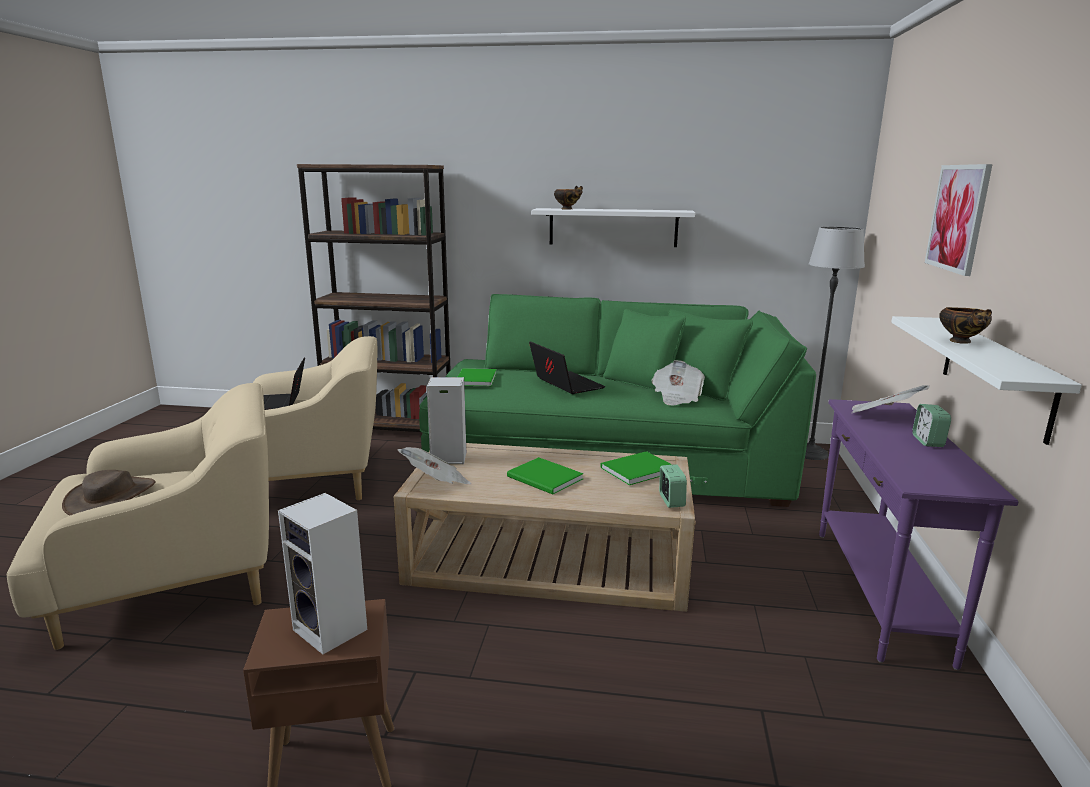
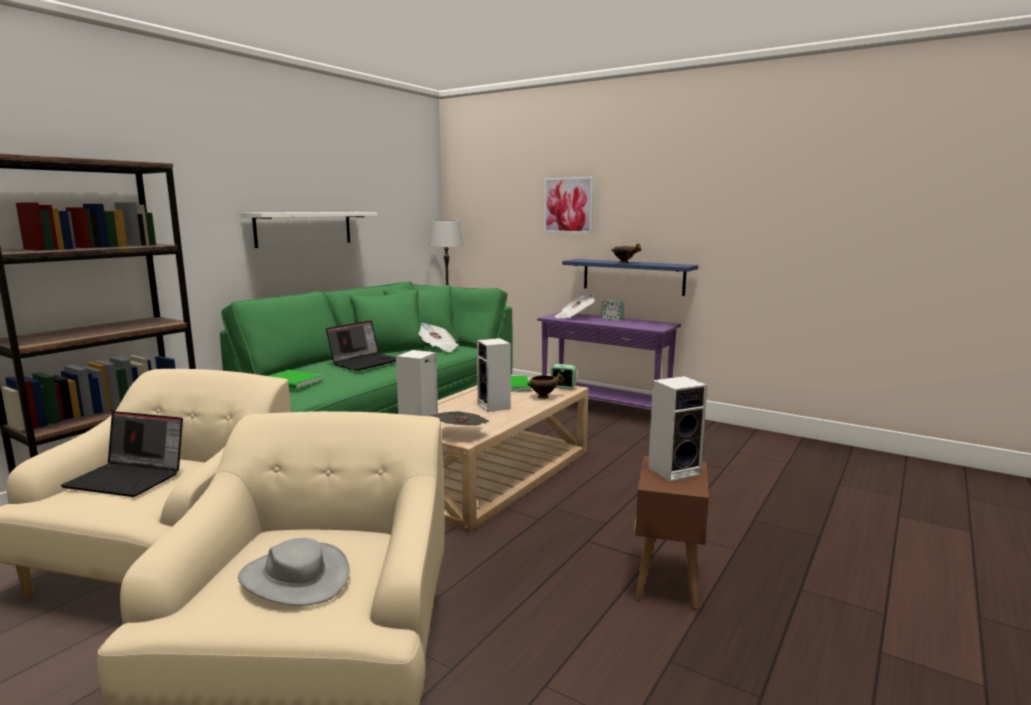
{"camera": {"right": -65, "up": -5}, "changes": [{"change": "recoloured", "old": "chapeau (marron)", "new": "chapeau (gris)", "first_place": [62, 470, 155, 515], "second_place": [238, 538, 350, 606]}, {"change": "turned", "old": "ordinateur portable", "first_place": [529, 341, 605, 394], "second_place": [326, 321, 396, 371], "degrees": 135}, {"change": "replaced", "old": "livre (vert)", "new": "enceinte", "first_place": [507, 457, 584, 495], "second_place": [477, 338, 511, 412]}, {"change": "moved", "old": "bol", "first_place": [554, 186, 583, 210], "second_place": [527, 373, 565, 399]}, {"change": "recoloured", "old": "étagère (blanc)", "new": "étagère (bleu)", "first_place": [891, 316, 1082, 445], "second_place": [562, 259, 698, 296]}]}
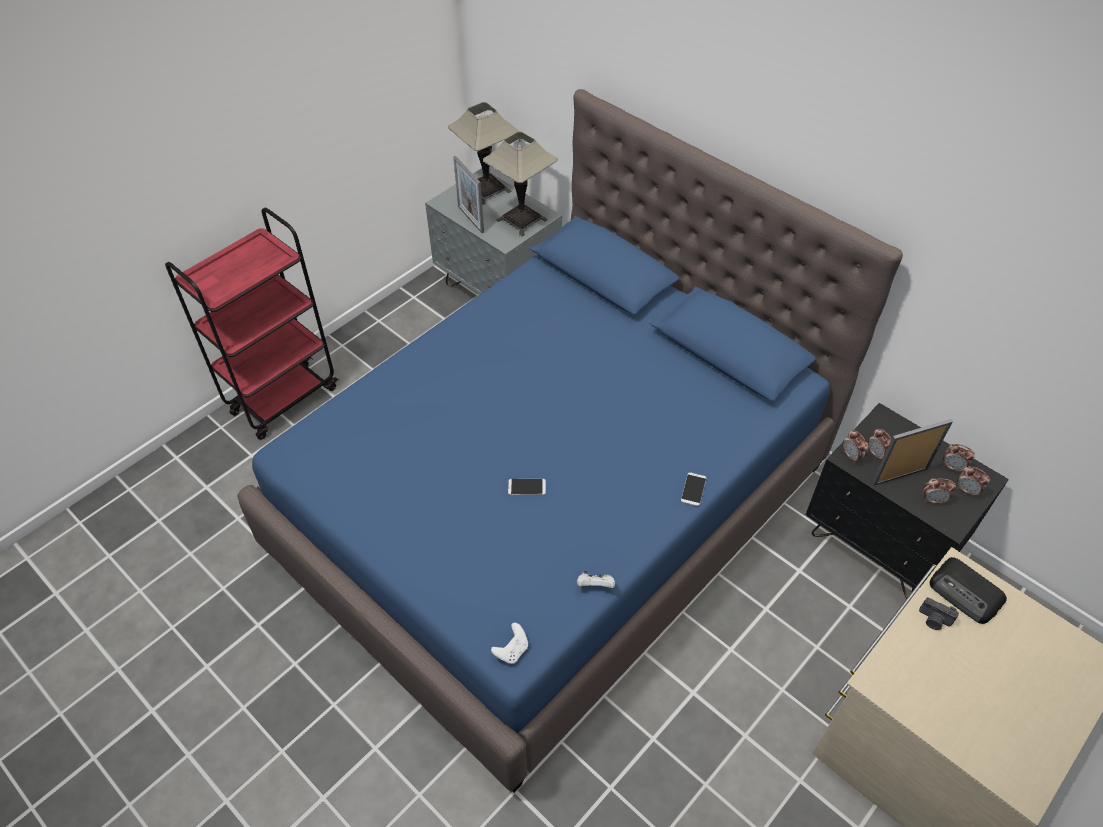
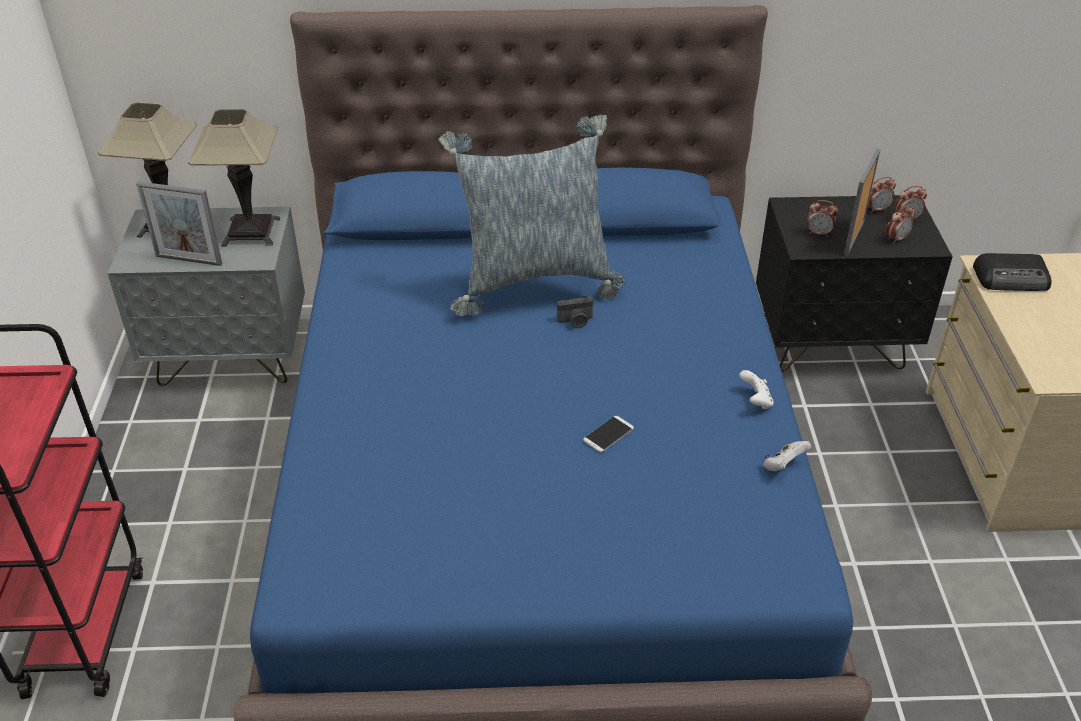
{"camera": {"right": -45, "up": -10}, "changes": [{"change": "added", "new": "coussin", "second_place": [438, 115, 625, 316]}, {"change": "moved", "old": "appareil photo", "first_place": [919, 597, 959, 630], "second_place": [557, 295, 593, 328]}, {"change": "moved", "old": "manette (blanc)", "first_place": [491, 623, 528, 664], "second_place": [740, 370, 774, 410]}, {"change": "removed", "old": "téléphone", "first_place": [681, 472, 706, 506]}, {"change": "removed", "old": "réveil", "first_place": [843, 430, 869, 463]}]}
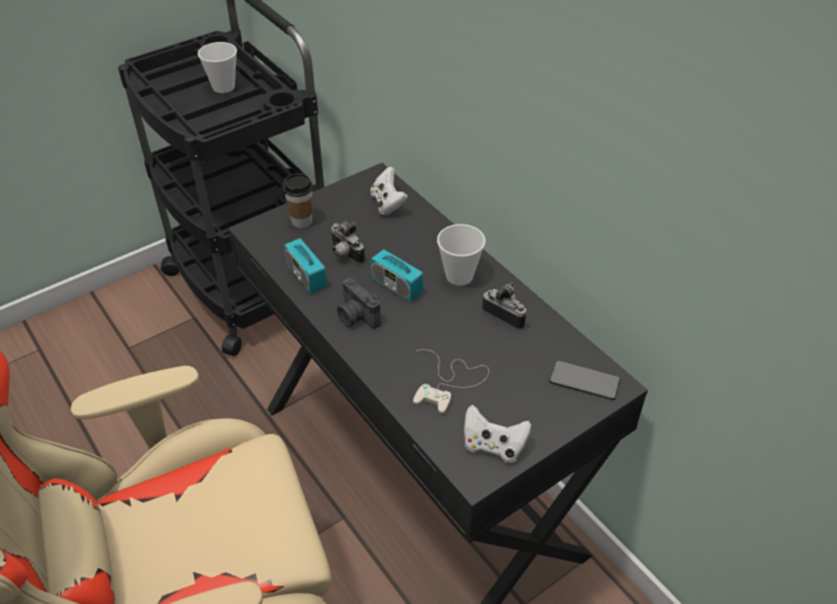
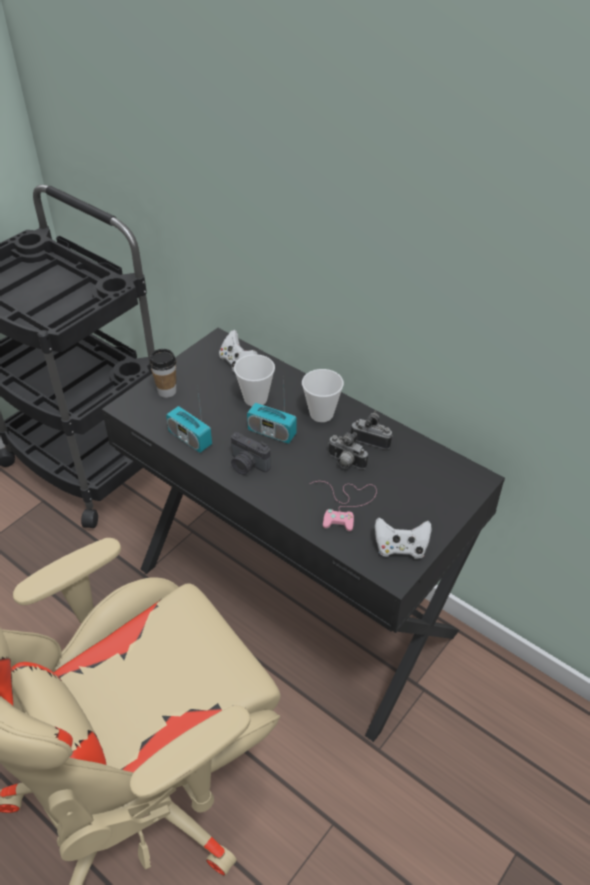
{"camera": {"right": -15, "up": 0}, "changes": [{"change": "moved", "old": "tasse", "first_place": [198, 42, 237, 93], "second_place": [234, 354, 275, 406]}, {"change": "recoloured", "old": "manette (blanc)", "new": "manette (rose)", "first_place": [413, 349, 489, 414], "second_place": [310, 481, 377, 531]}, {"change": "moved", "old": "appareil photo", "first_place": [331, 221, 365, 264], "second_place": [328, 432, 368, 469]}, {"change": "removed", "old": "téléphone", "first_place": [549, 361, 620, 400]}]}
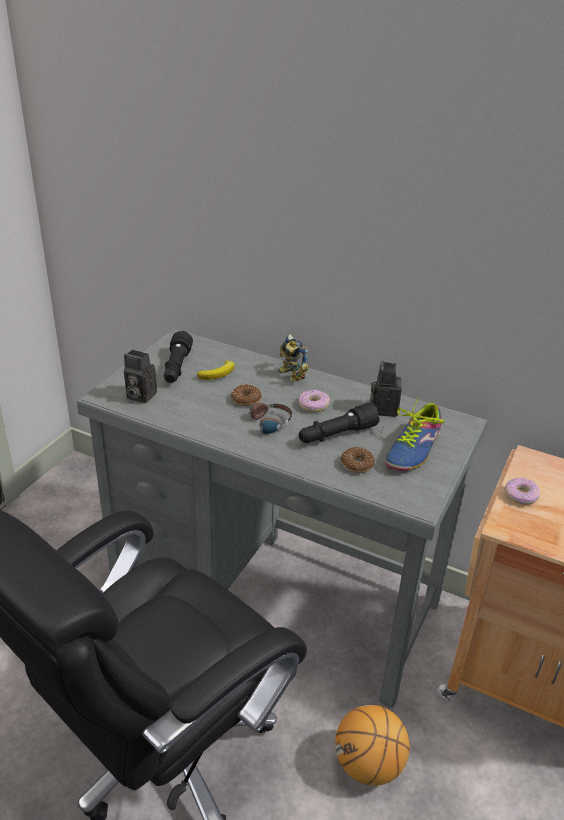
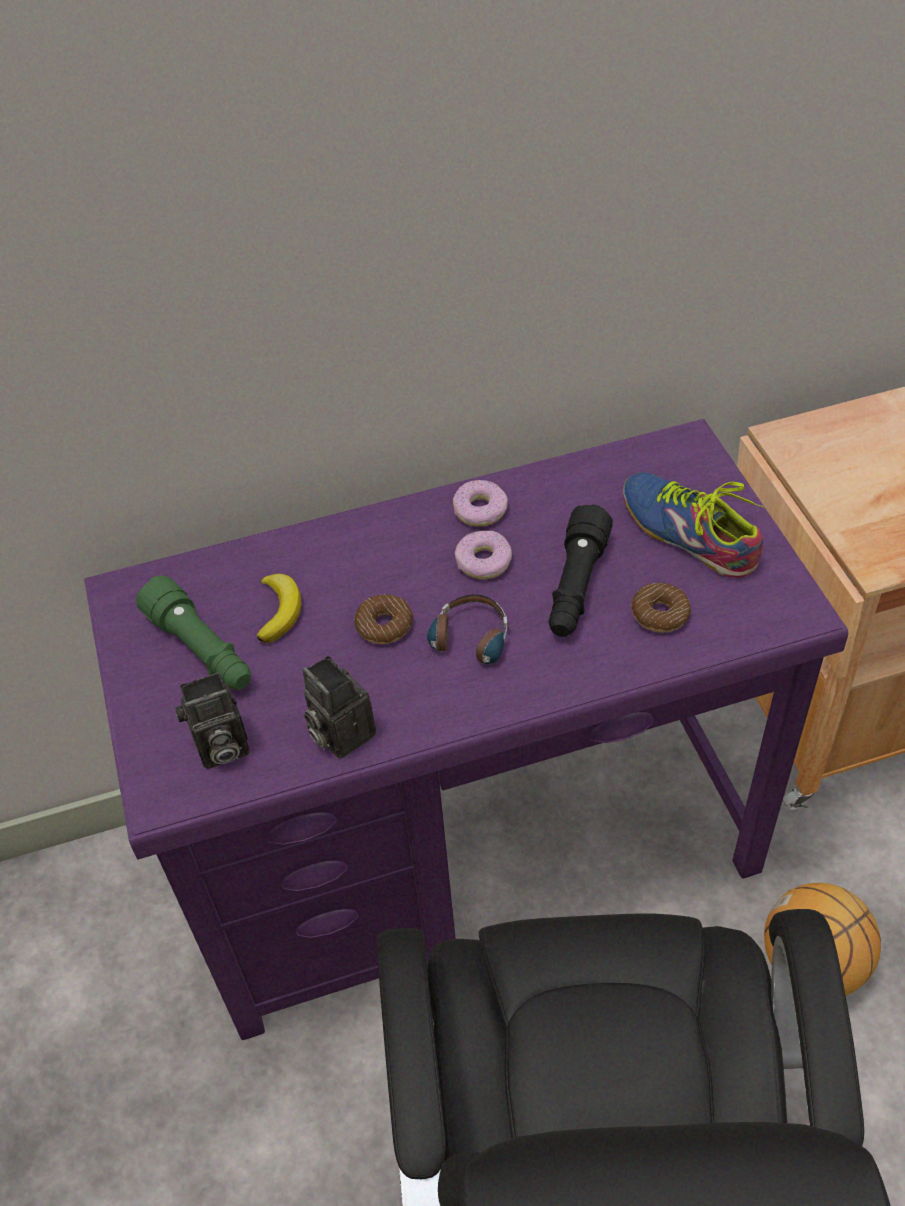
{"camera": {"right": -40, "up": 15}, "changes": [{"change": "recoloured", "old": "bureau (gris)", "new": "bureau (violet)", "first_place": [77, 329, 488, 708], "second_place": [84, 419, 848, 1040]}, {"change": "recoloured", "old": "lampe de poche (noir)", "new": "lampe de poche (vert)", "first_place": [164, 331, 193, 383], "second_place": [136, 575, 251, 689]}, {"change": "moved", "old": "appareil photo", "first_place": [370, 360, 402, 417], "second_place": [303, 656, 376, 759]}, {"change": "moved", "old": "beignet", "first_place": [504, 478, 540, 505], "second_place": [453, 480, 508, 527]}, {"change": "turned", "old": "chaussure", "first_place": [385, 397, 444, 471], "second_place": [623, 472, 766, 578], "degrees": 150}, {"change": "removed", "old": "robot jouet", "first_place": [278, 334, 309, 382]}]}
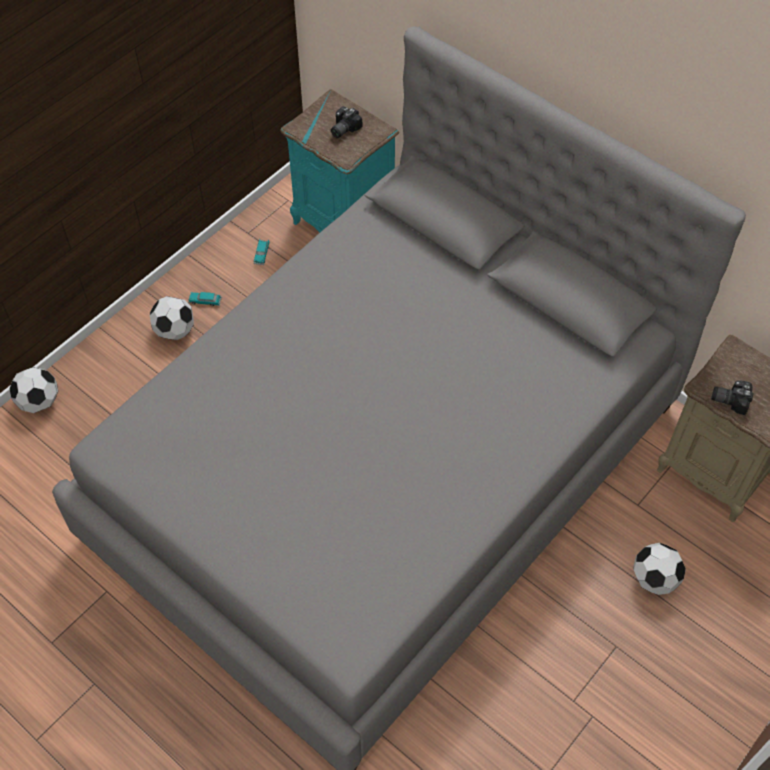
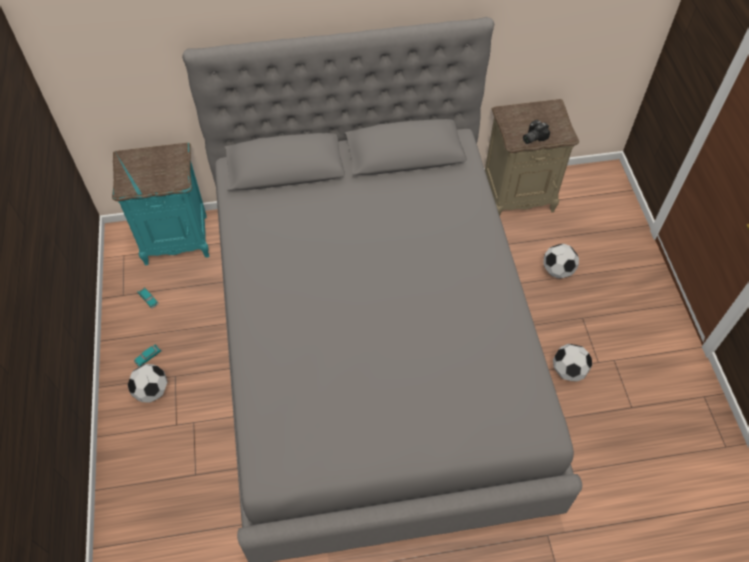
{"camera": {"right": -50, "up": 0}, "changes": [{"change": "moved", "old": "ballon de foot", "first_place": [9, 367, 58, 413], "second_place": [553, 344, 592, 382]}, {"change": "removed", "old": "appareil photo", "first_place": [331, 107, 362, 138]}]}
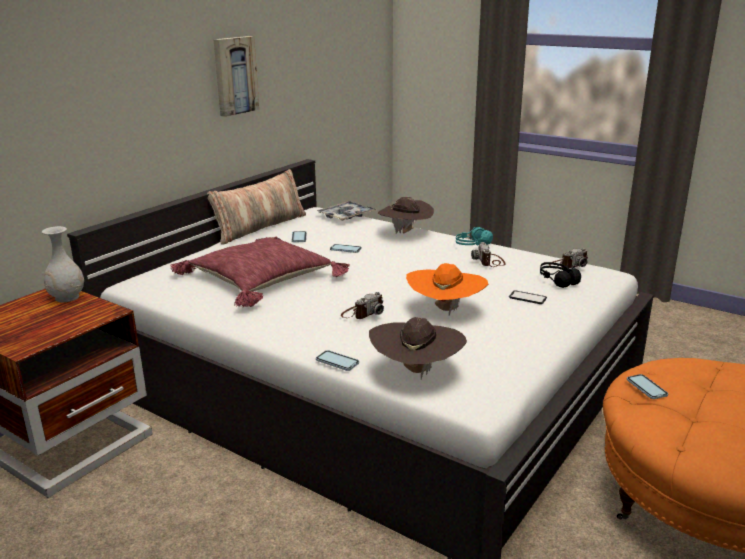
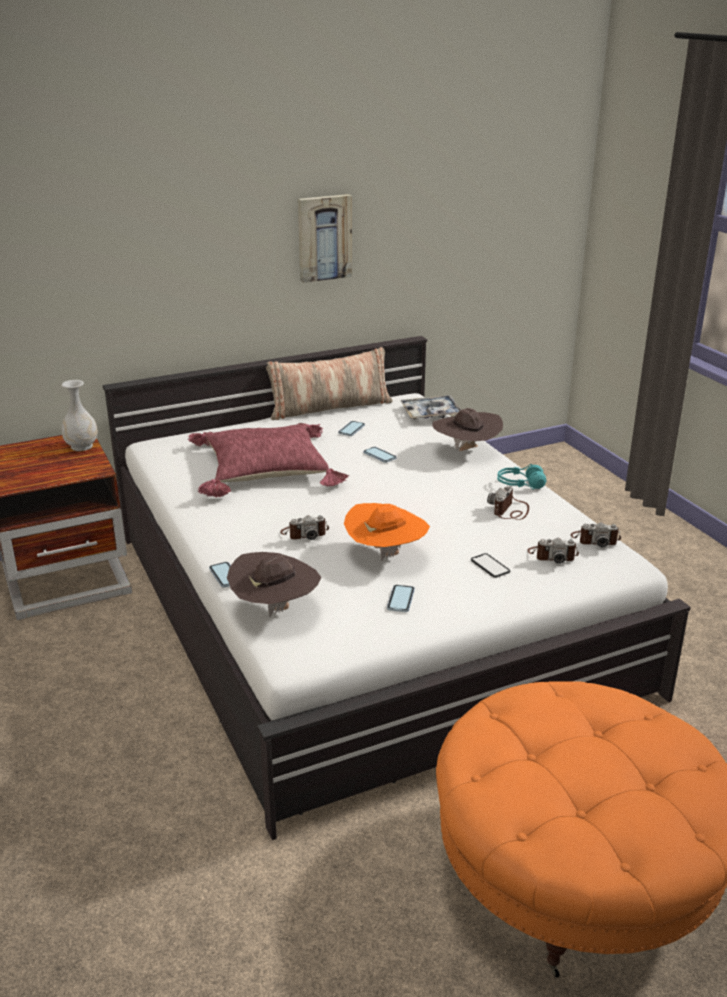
{"camera": {"right": 30, "up": 5}, "changes": [{"change": "moved", "old": "téléphone", "first_place": [627, 374, 668, 399], "second_place": [387, 585, 415, 612]}, {"change": "replaced", "old": "casque audio (noir)", "new": "appareil photo", "first_place": [540, 262, 581, 288], "second_place": [527, 538, 579, 564]}]}
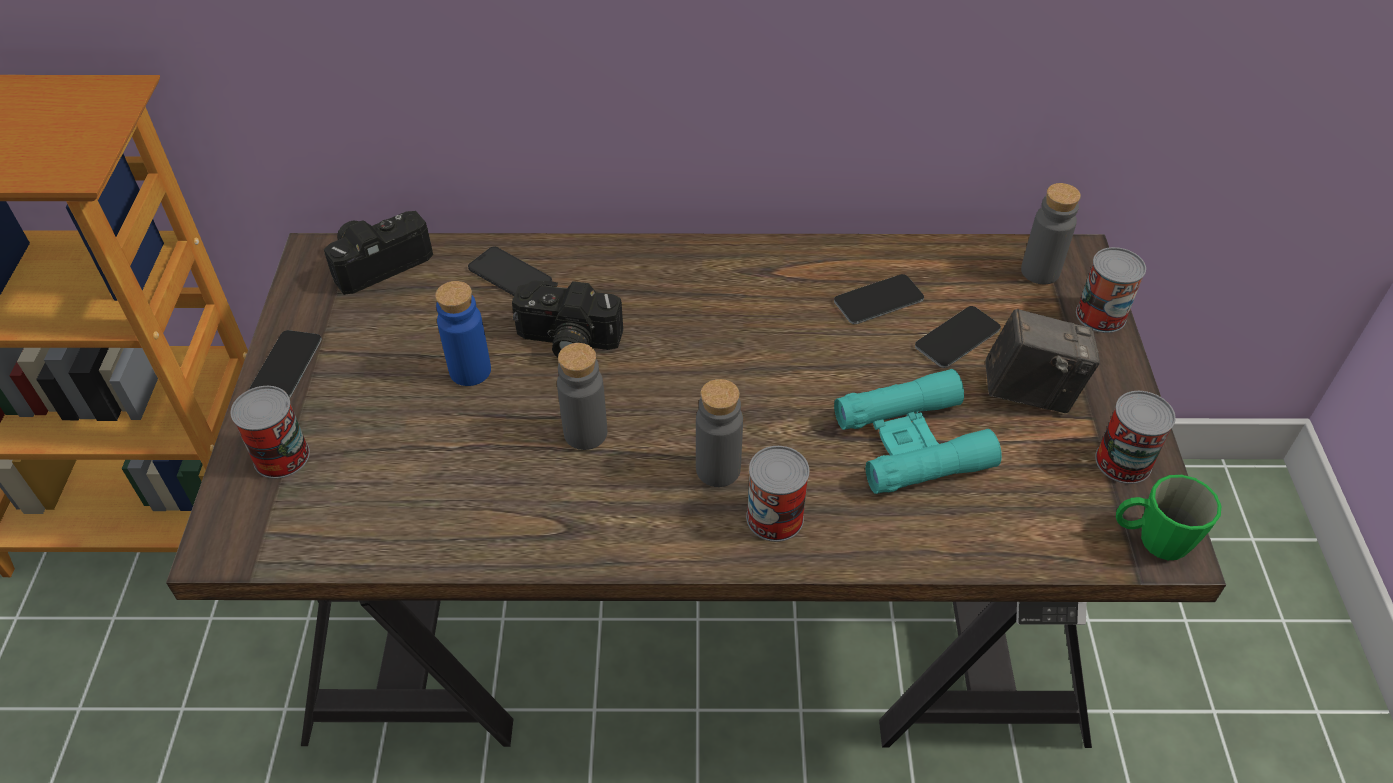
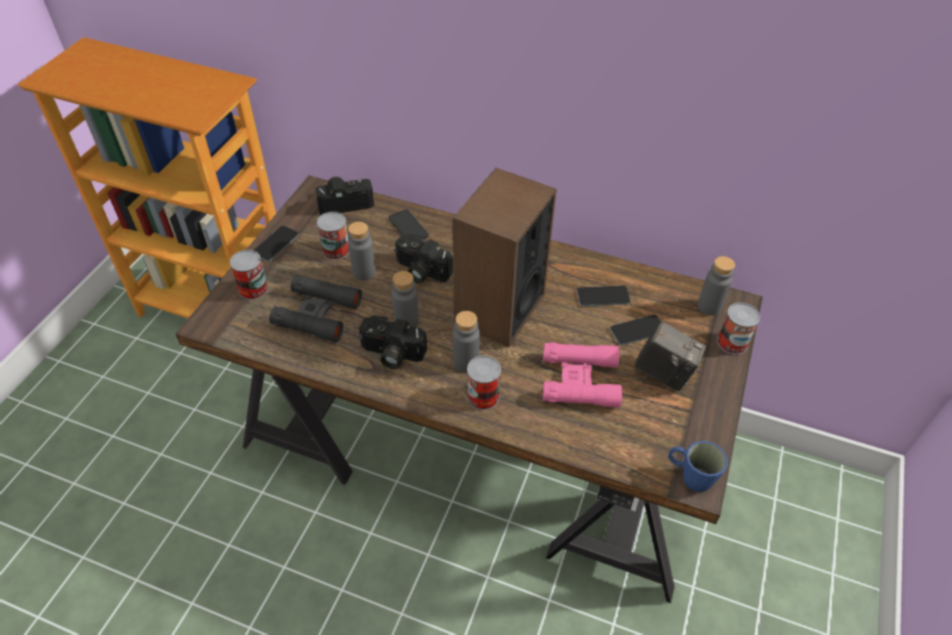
{"camera": {"right": 20, "up": 0}, "changes": [{"change": "added", "new": "jumelles (noir)", "second_place": [269, 275, 362, 343]}, {"change": "moved", "old": "boîte métallique", "first_place": [1095, 391, 1176, 484], "second_place": [317, 212, 349, 260]}, {"change": "recoloured", "old": "bouteille (bleu)", "new": "bouteille (gris)", "first_place": [435, 281, 491, 386], "second_place": [348, 222, 376, 280]}, {"change": "added", "new": "appareil photo", "second_place": [359, 315, 427, 369]}, {"change": "added", "new": "enceinte", "second_place": [453, 168, 557, 347]}, {"change": "recoloured", "old": "jumelles (turquoise)", "new": "jumelles (rose)", "first_place": [834, 369, 1002, 494], "second_place": [543, 342, 622, 408]}, {"change": "recoloured", "old": "mug (vert)", "new": "mug (bleu)", "first_place": [1116, 475, 1221, 560], "second_place": [669, 441, 728, 492]}]}
